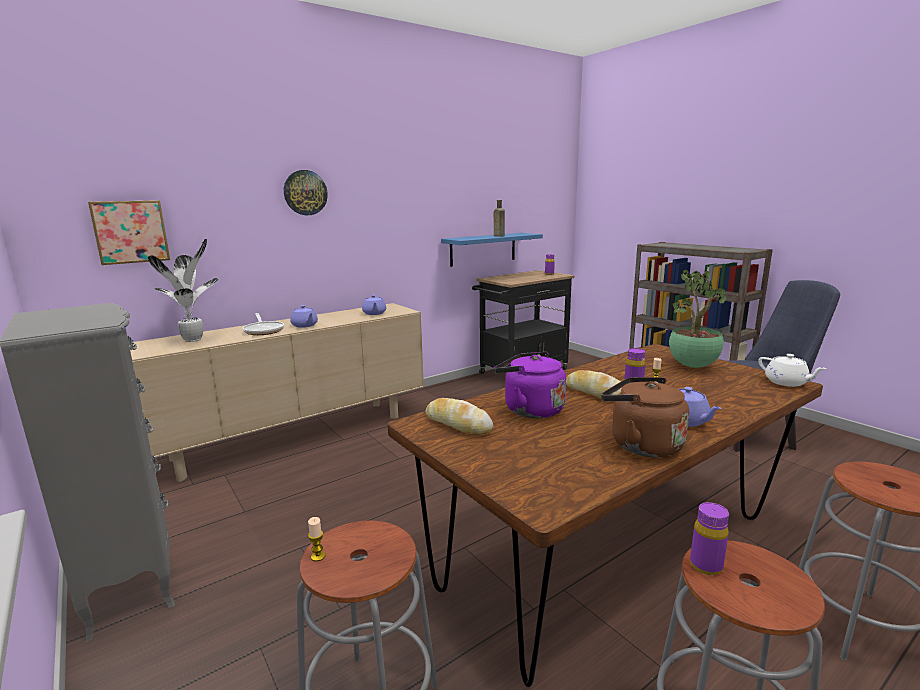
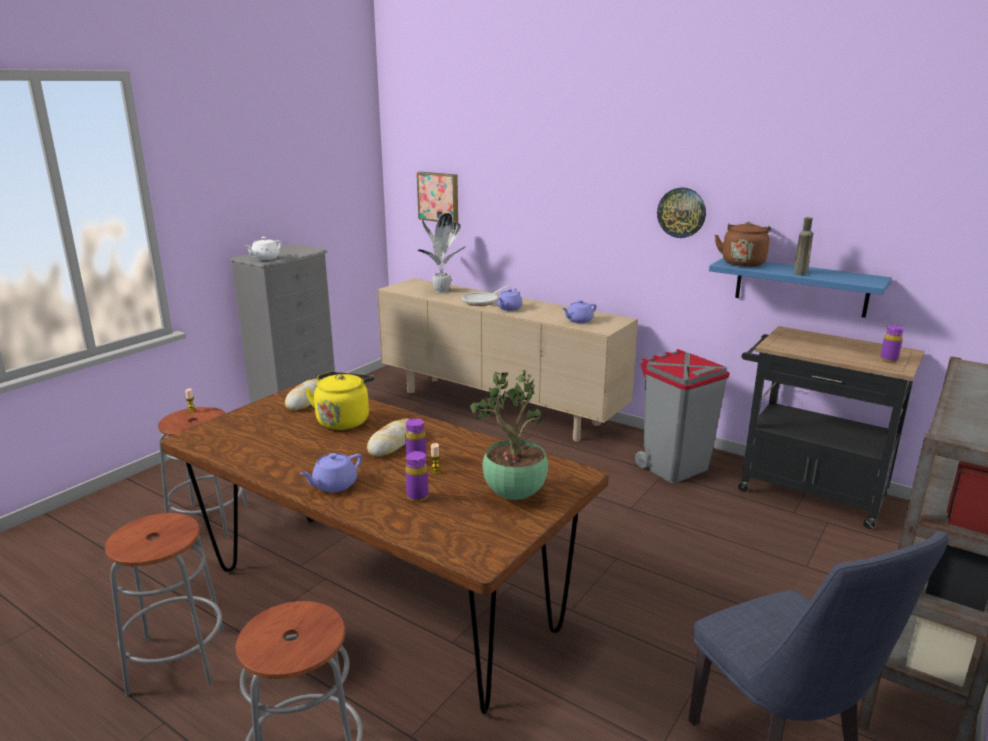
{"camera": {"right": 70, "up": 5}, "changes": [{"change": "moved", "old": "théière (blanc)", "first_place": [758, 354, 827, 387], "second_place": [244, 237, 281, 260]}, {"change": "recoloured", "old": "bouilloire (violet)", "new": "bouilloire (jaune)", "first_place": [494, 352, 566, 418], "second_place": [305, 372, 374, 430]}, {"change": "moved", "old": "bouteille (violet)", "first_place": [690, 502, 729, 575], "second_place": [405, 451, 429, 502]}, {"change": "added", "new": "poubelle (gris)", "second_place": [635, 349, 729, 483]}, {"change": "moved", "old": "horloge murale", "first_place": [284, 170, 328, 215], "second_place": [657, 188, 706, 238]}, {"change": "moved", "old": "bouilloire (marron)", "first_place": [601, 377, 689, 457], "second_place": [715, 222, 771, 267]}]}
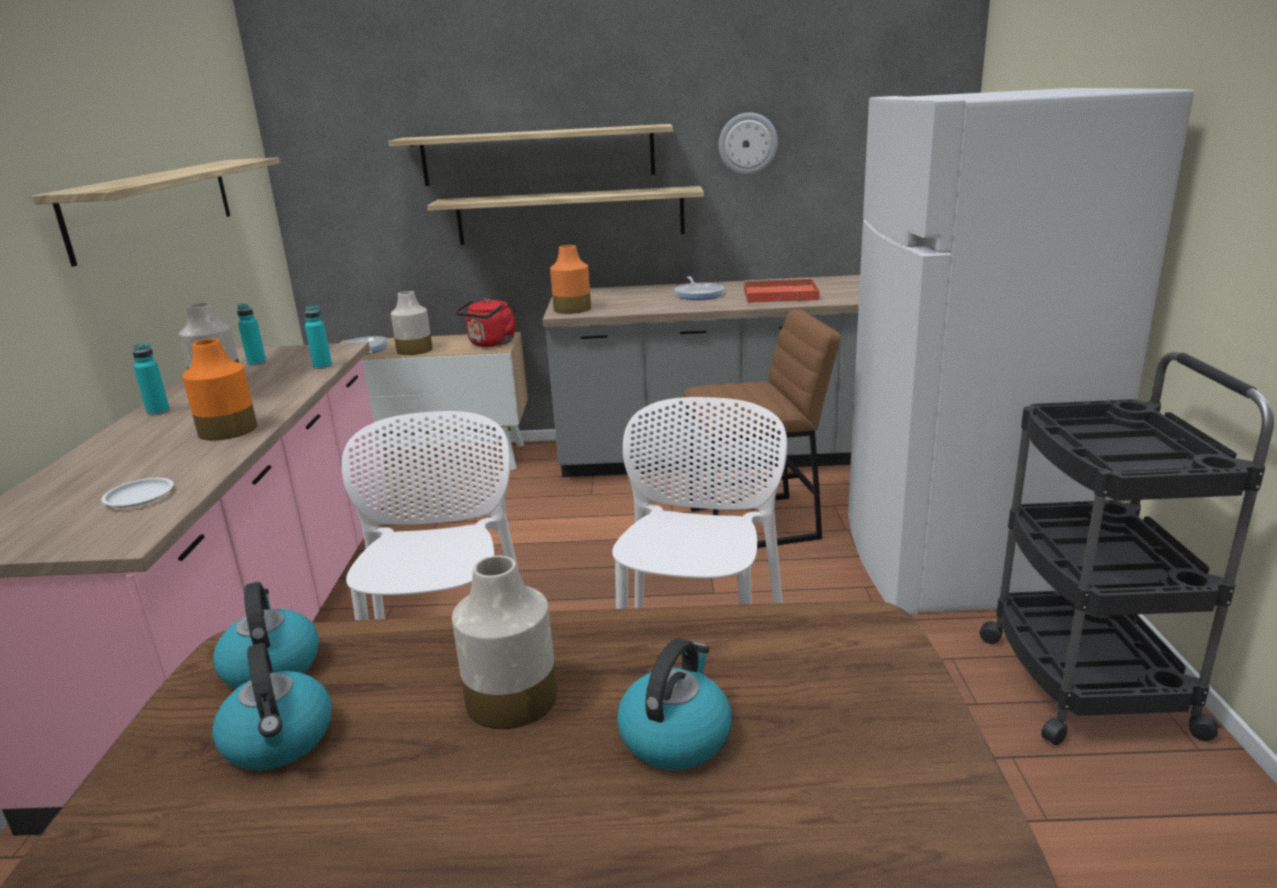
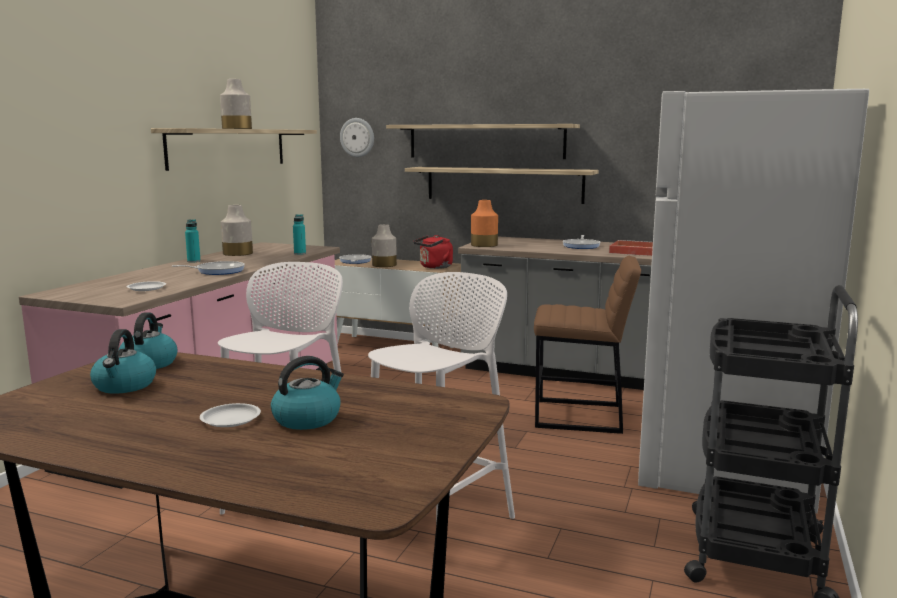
{"camera": {"right": 20, "up": -10}, "changes": [{"change": "replaced", "old": "vase (orange)", "new": "poêle", "first_place": [182, 339, 257, 441], "second_place": [172, 261, 245, 275]}, {"change": "added", "new": "assiette (blanc)", "second_place": [200, 403, 261, 427]}, {"change": "moved", "old": "vase (beige)", "first_place": [452, 555, 558, 729], "second_place": [220, 79, 252, 129]}, {"change": "moved", "old": "horloge murale", "first_place": [719, 112, 778, 175], "second_place": [340, 118, 374, 157]}, {"change": "removed", "old": "bouteille (turquoise)", "first_place": [237, 304, 266, 366]}]}
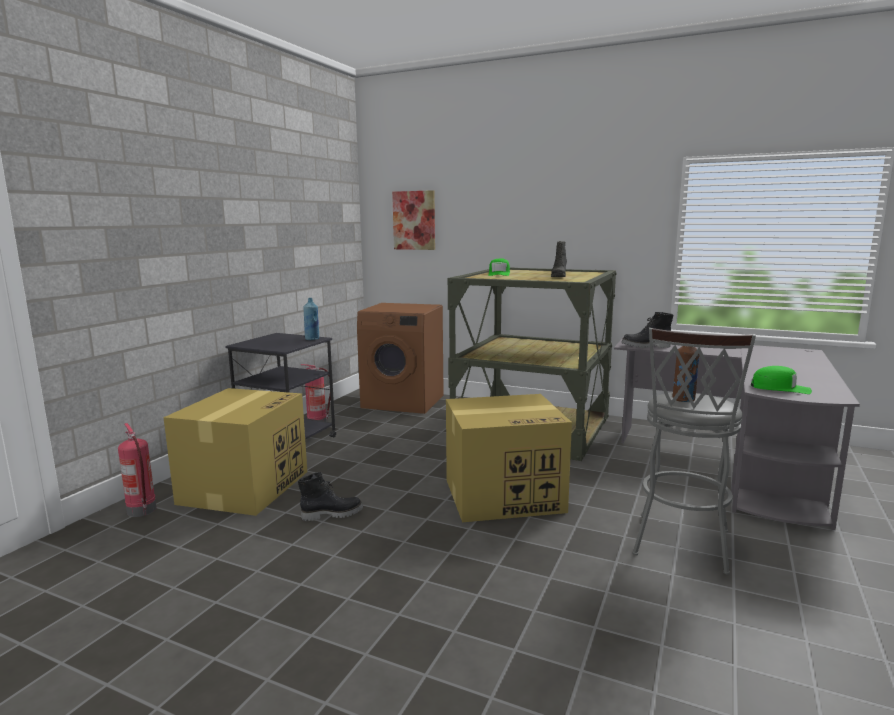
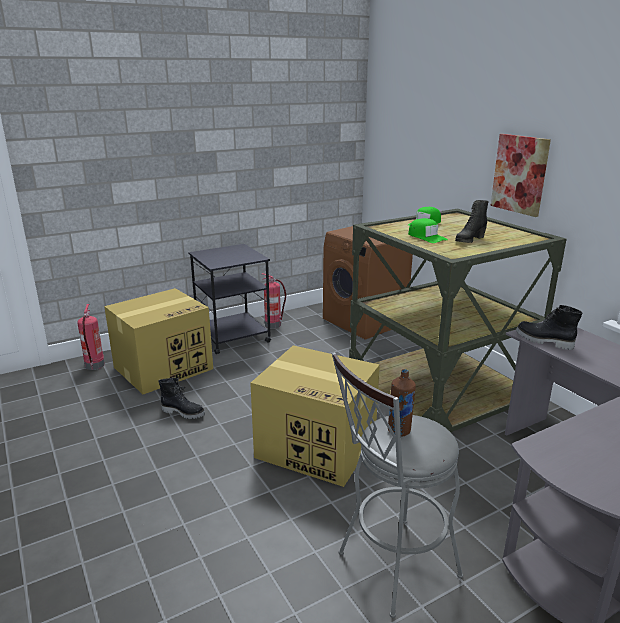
{"camera": {"right": 35, "up": 10}, "changes": [{"change": "moved", "old": "casquette (vert)", "first_place": [751, 366, 812, 394], "second_place": [408, 218, 448, 243]}, {"change": "moved", "old": "tableau", "first_place": [392, 190, 435, 250], "second_place": [491, 134, 551, 217]}, {"change": "removed", "old": "bouteille (bleu)", "first_place": [303, 298, 319, 340]}]}
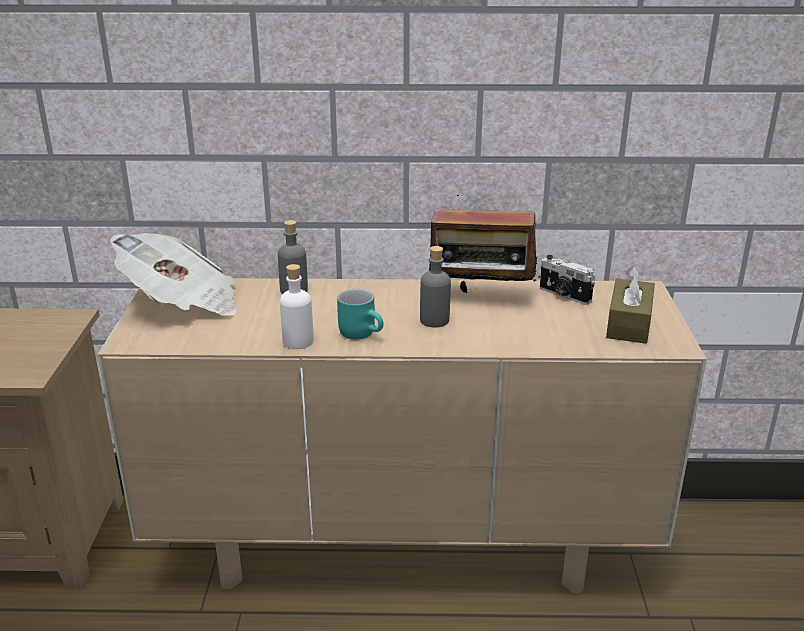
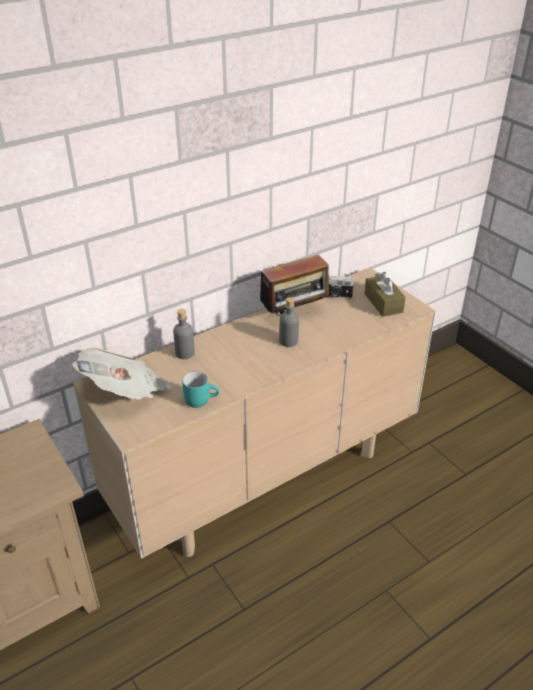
{"camera": {"right": -35, "up": 10}, "changes": [{"change": "moved", "old": "mug (turquoise)", "first_place": [337, 289, 384, 340], "second_place": [182, 372, 220, 408]}, {"change": "removed", "old": "bouteille (blanc)", "first_place": [280, 264, 314, 349]}]}
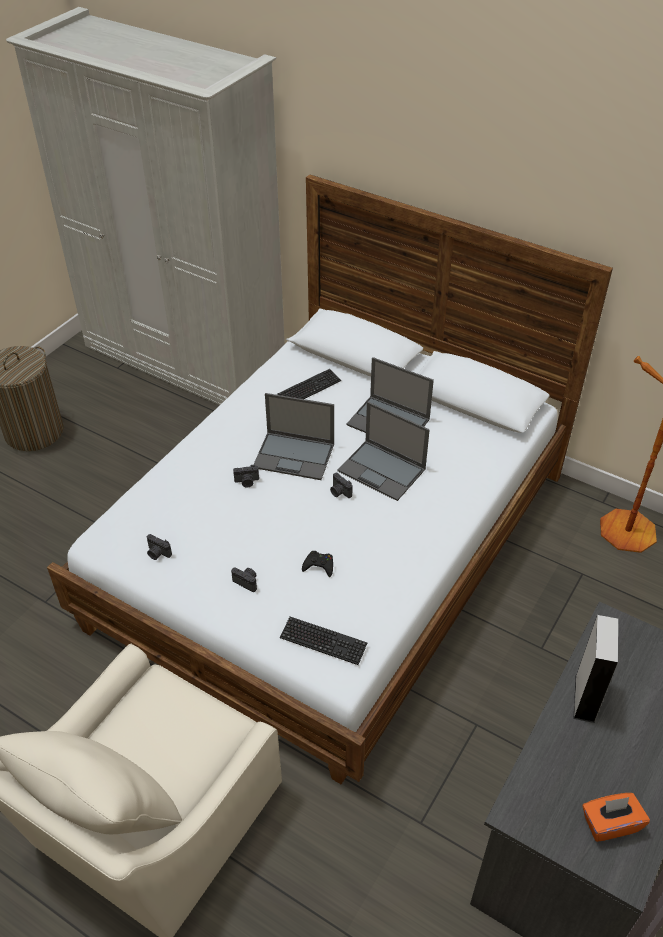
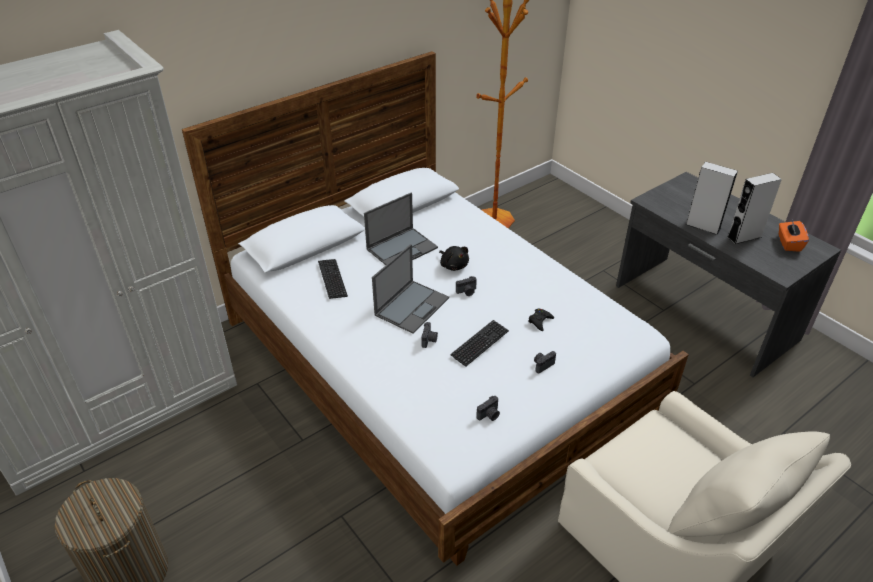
{"camera": {"right": -70, "up": -5}, "changes": [{"change": "replaced", "old": "ordinateur portable", "new": "peluche (noir)", "first_place": [337, 402, 430, 501], "second_place": [439, 246, 469, 271]}, {"change": "moved", "old": "clavier", "first_place": [280, 617, 367, 665], "second_place": [450, 320, 509, 367]}, {"change": "added", "new": "enceinte (gris)", "second_place": [727, 173, 782, 244]}]}
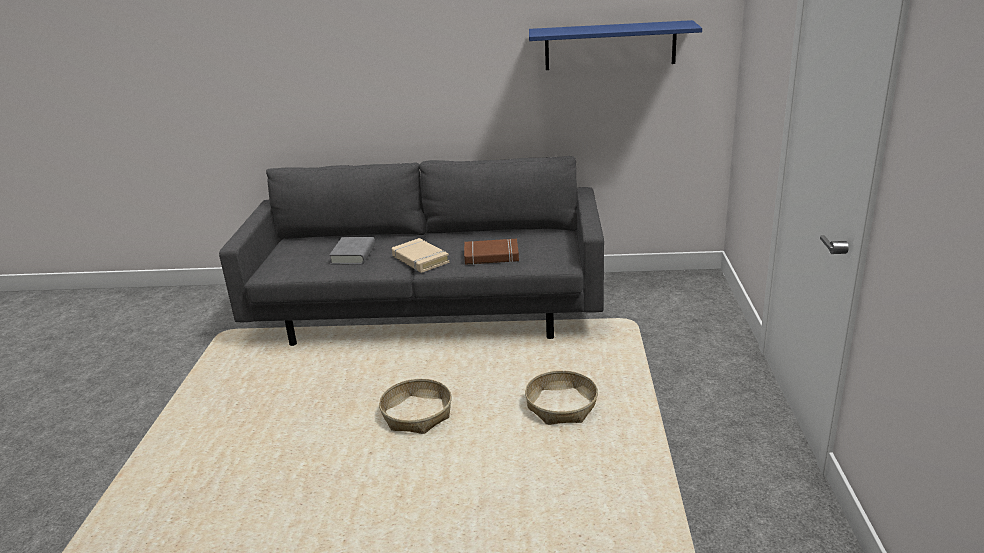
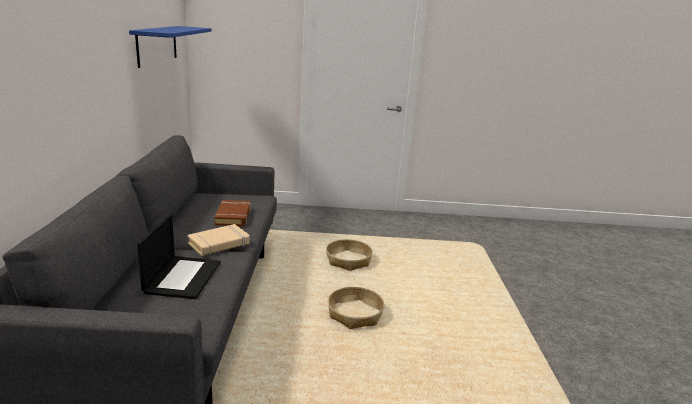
{"camera": {"right": -95, "up": -5}, "changes": [{"change": "replaced", "old": "livre (gris)", "new": "ordinateur portable", "first_place": [329, 237, 375, 264], "second_place": [137, 214, 220, 299]}]}
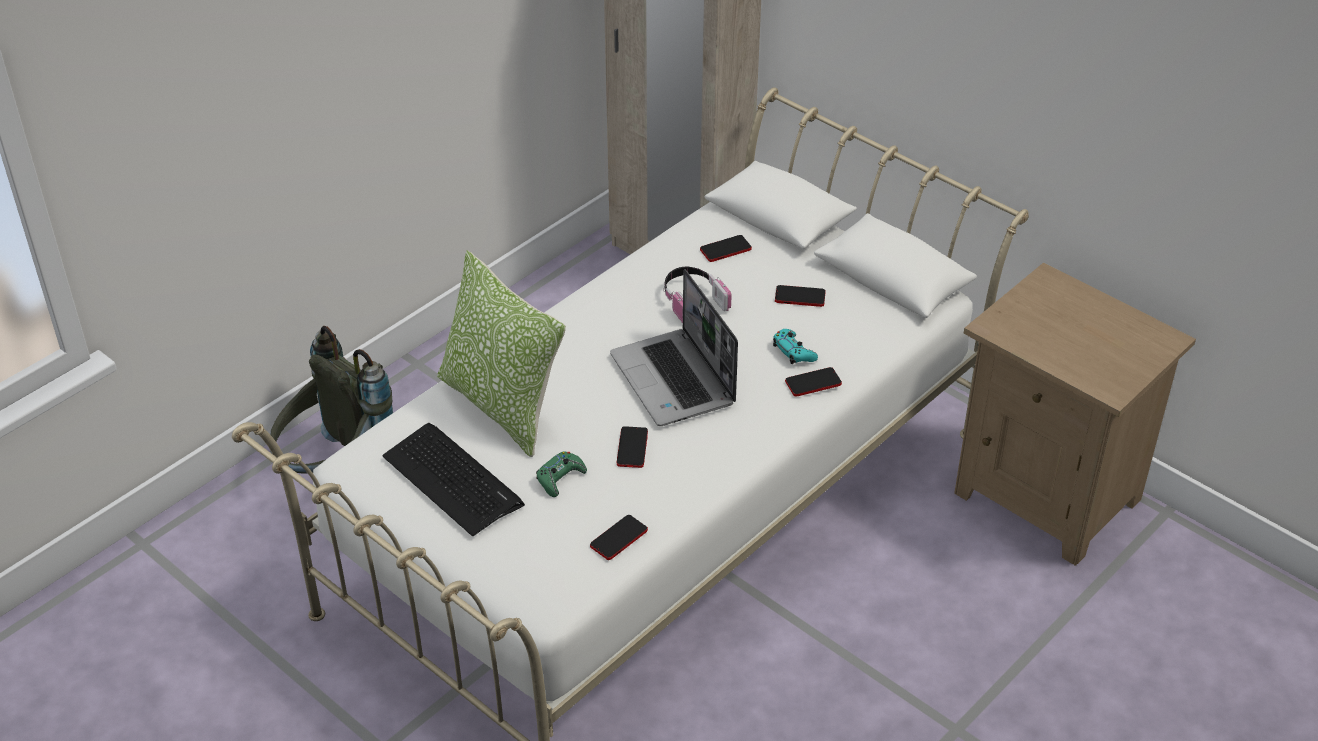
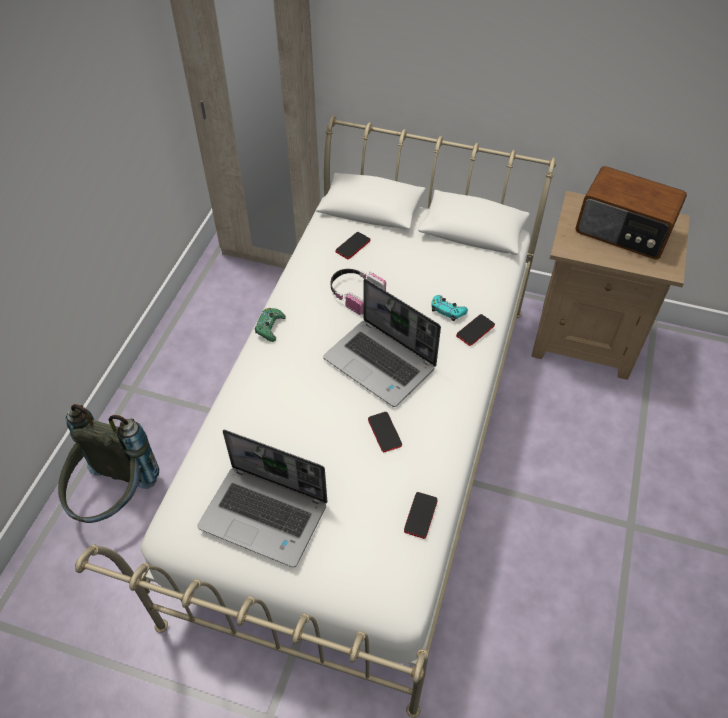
{"camera": {"right": -25, "up": 10}, "changes": [{"change": "replaced", "old": "clavier", "new": "ordinateur portable", "first_place": [382, 423, 525, 536], "second_place": [197, 430, 328, 567]}, {"change": "moved", "old": "manette (vert)", "first_place": [536, 451, 587, 497], "second_place": [255, 308, 286, 342]}, {"change": "added", "new": "radio", "second_place": [575, 166, 687, 260]}, {"change": "removed", "old": "coussin", "first_place": [437, 251, 566, 457]}, {"change": "removed", "old": "téléphone", "first_place": [775, 285, 826, 307]}]}
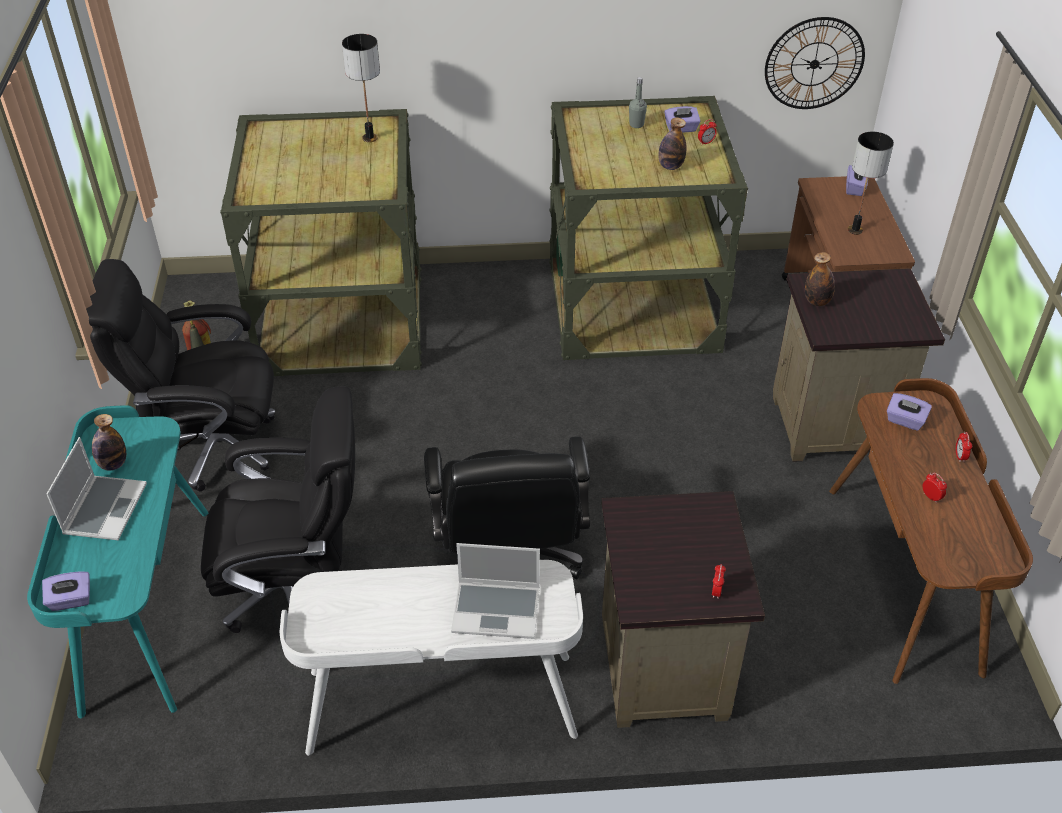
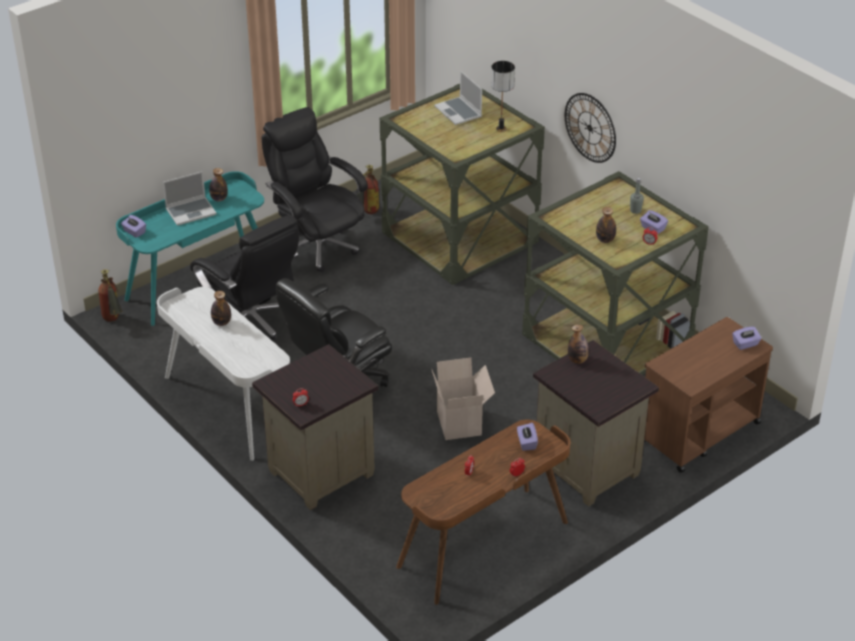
{"camera": {"right": 55, "up": -5}, "changes": [{"change": "added", "new": "extincteur", "second_place": [98, 269, 122, 322]}, {"change": "added", "new": "bouteille", "second_place": [211, 291, 231, 326]}, {"change": "added", "new": "carton", "second_place": [432, 358, 495, 440]}, {"change": "moved", "old": "ordinateur portable", "first_place": [451, 543, 540, 639], "second_place": [434, 71, 482, 125]}, {"change": "moved", "old": "horloge murale", "first_place": [765, 17, 865, 109], "second_place": [565, 93, 616, 163]}, {"change": "removed", "old": "lampe de table", "first_place": [848, 132, 894, 235]}]}
